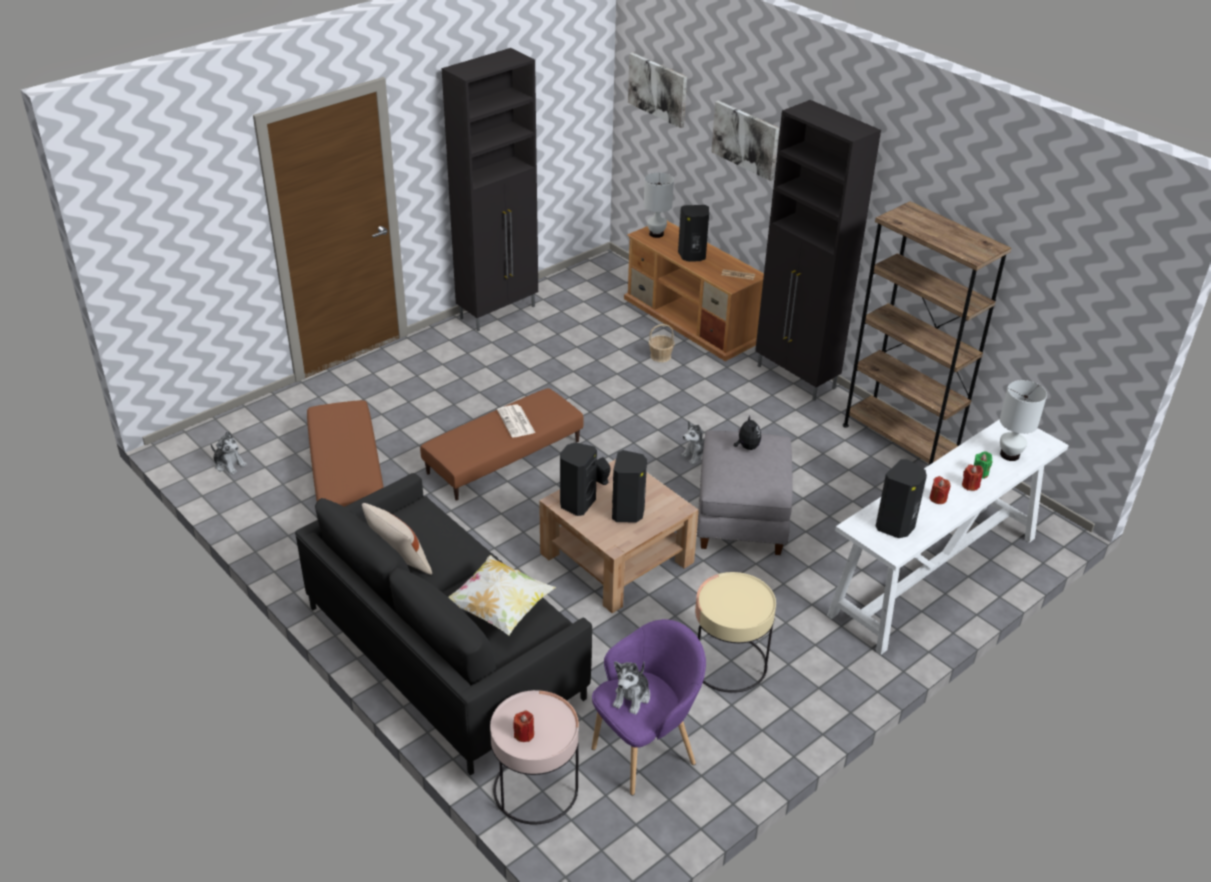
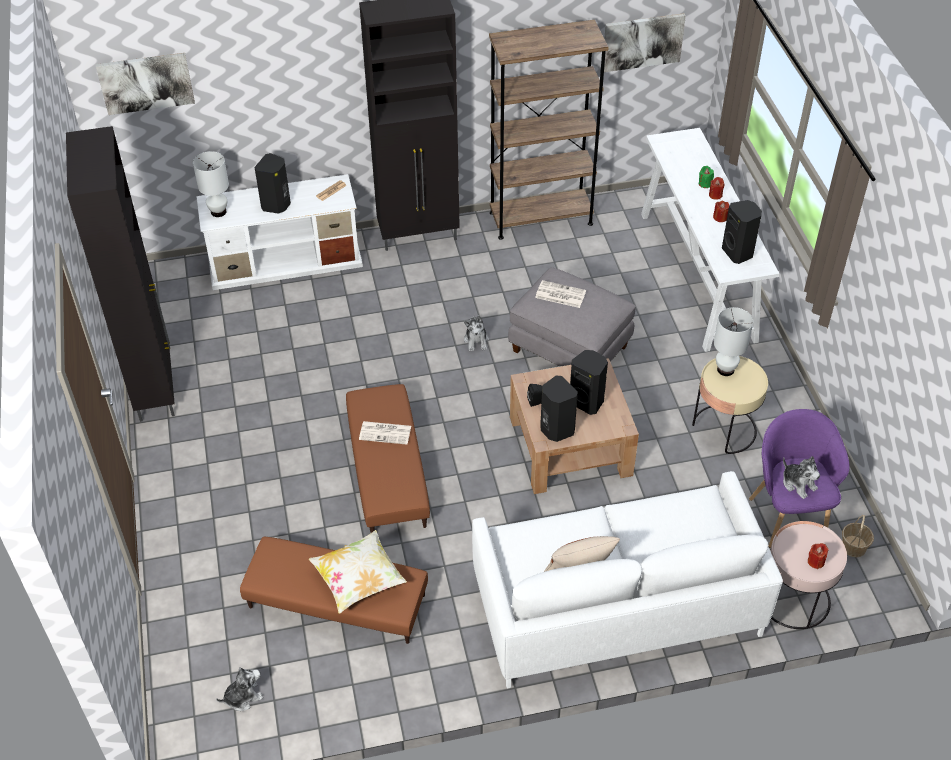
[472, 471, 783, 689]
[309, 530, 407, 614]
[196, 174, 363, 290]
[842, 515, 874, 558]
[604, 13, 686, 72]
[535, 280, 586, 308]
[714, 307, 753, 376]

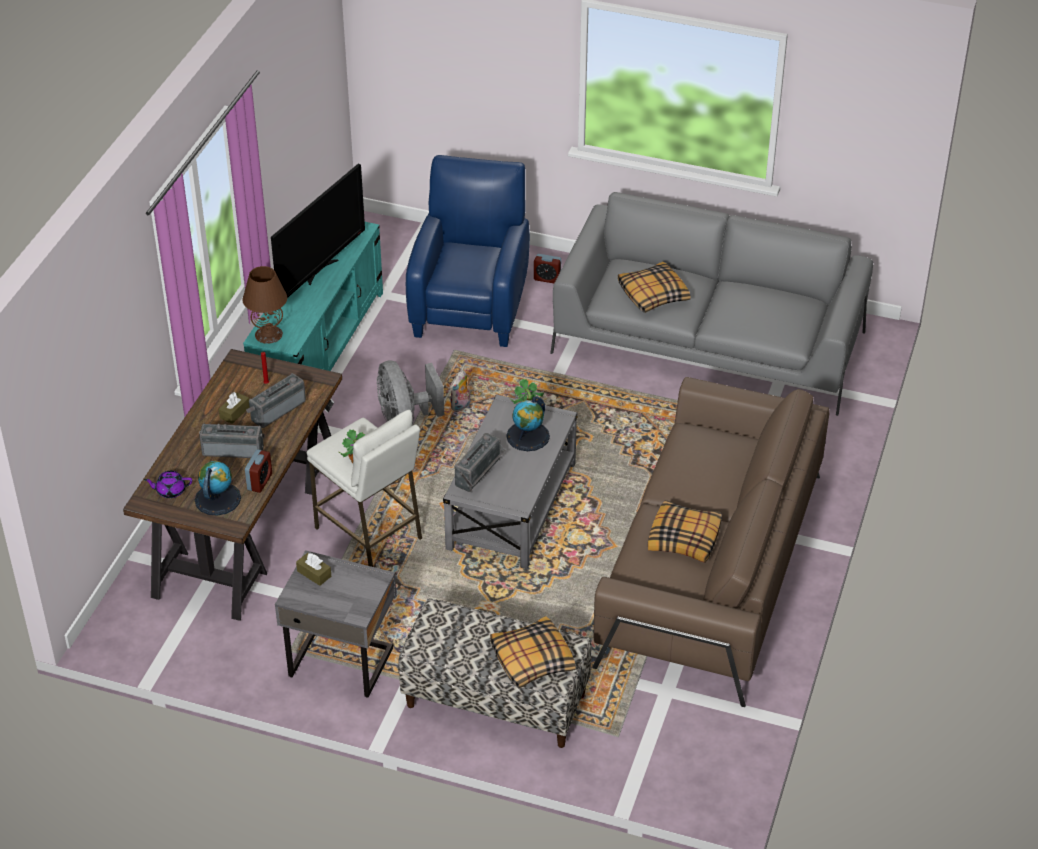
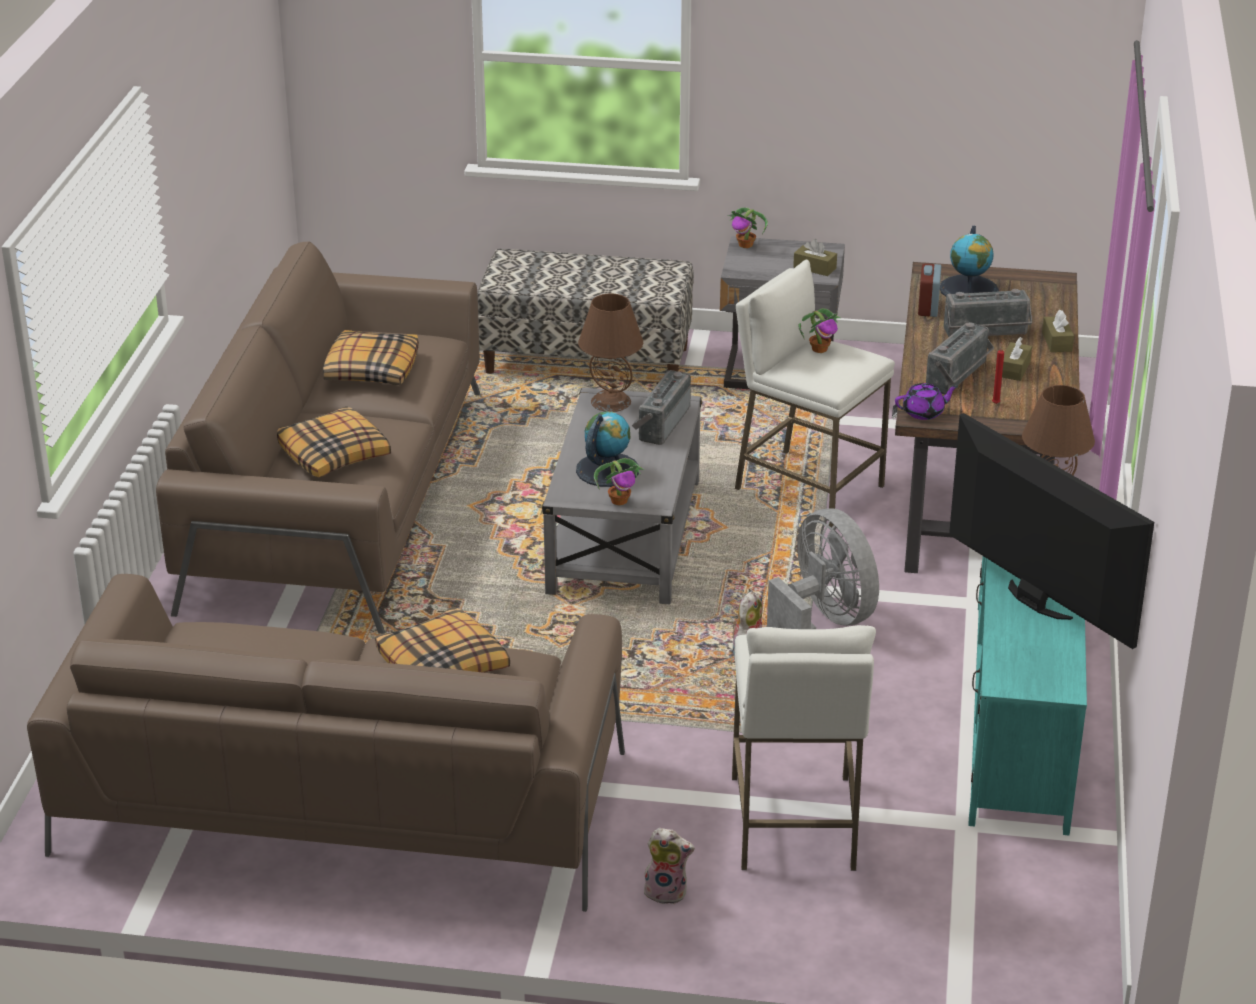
[895, 383, 958, 420]
[949, 413, 1154, 649]
[732, 625, 876, 871]
[277, 406, 391, 478]
[642, 828, 695, 904]
[27, 574, 625, 912]
[578, 294, 643, 412]
[728, 207, 768, 248]
[1042, 310, 1074, 352]

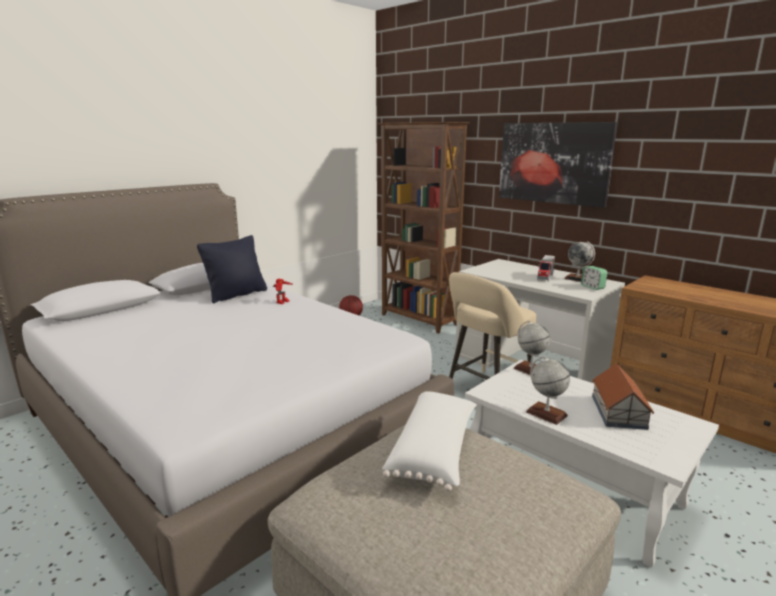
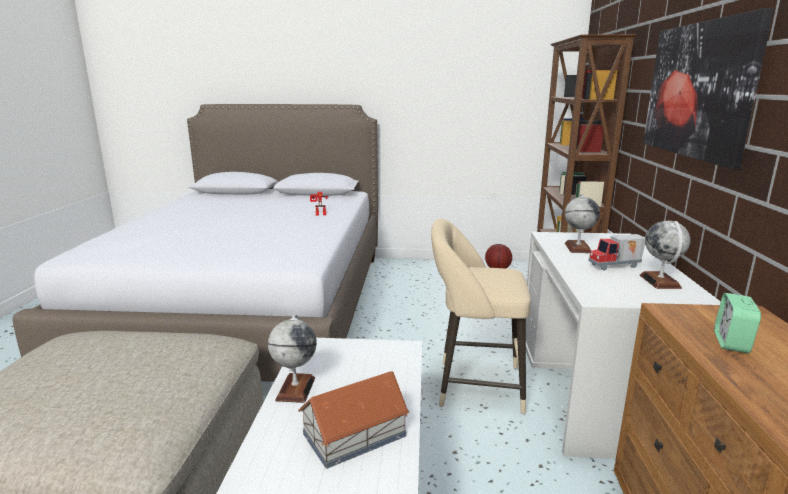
[197, 235, 267, 303] (first image)
[382, 391, 477, 492] (first image)
[565, 194, 600, 253]
[714, 293, 761, 353]

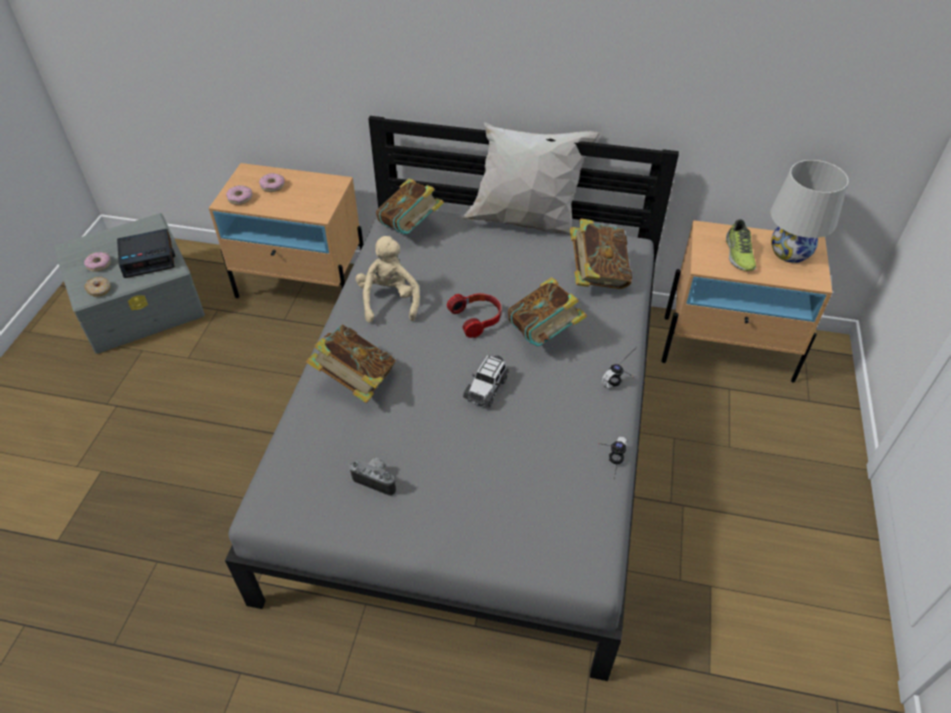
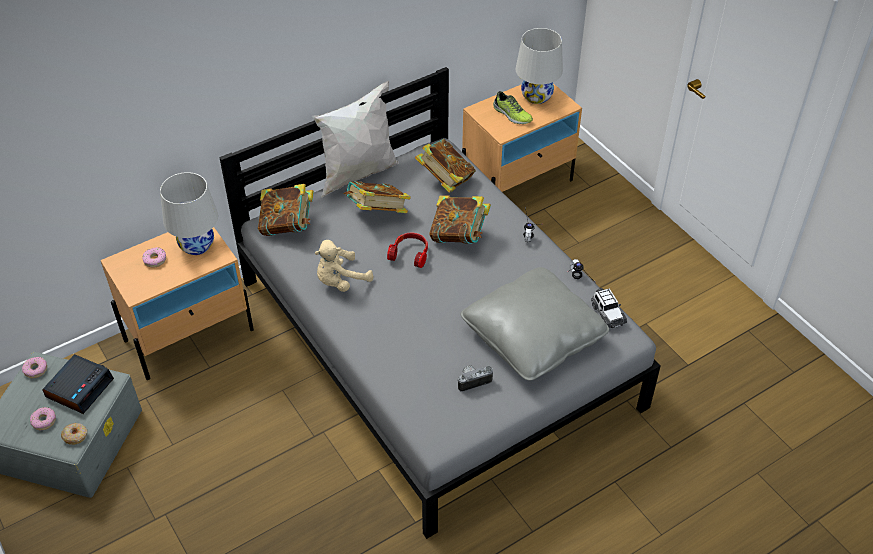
[22, 357, 47, 378]
[344, 181, 411, 213]
[314, 240, 373, 292]
[591, 288, 627, 328]
[160, 172, 218, 255]
[461, 267, 609, 381]

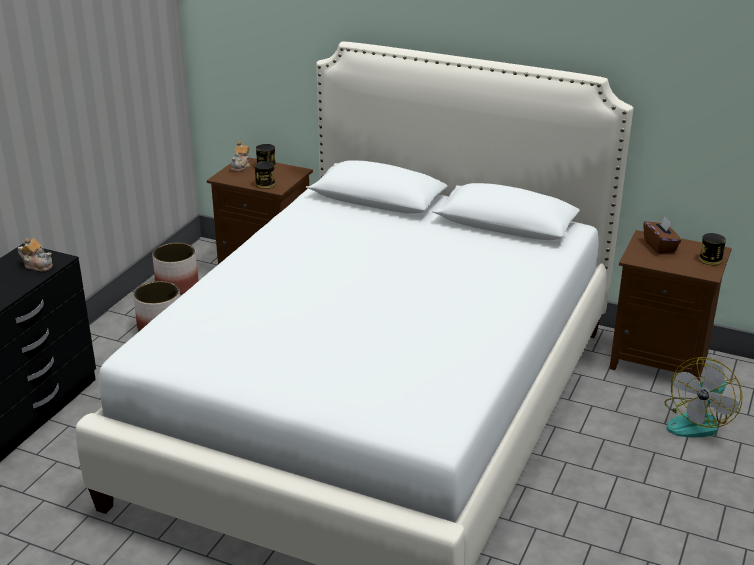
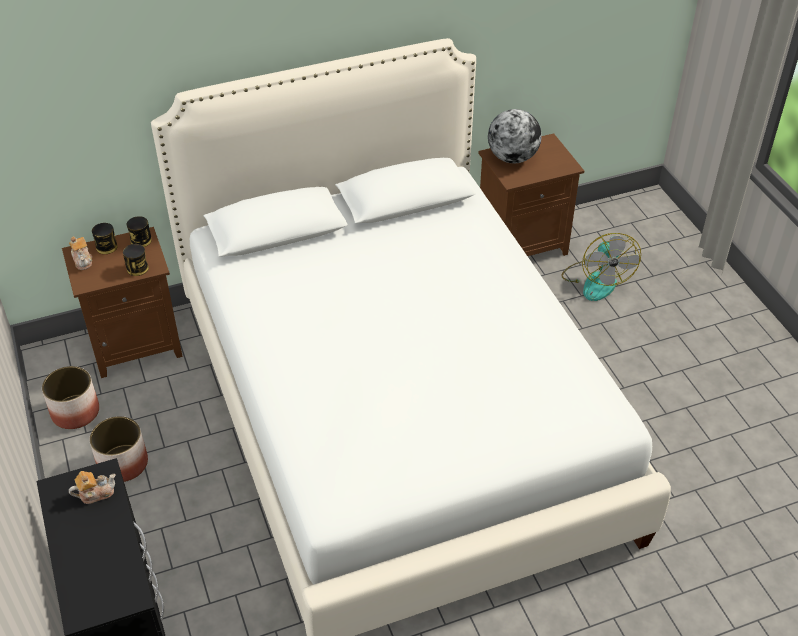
[488, 109, 542, 163]
[127, 216, 152, 247]

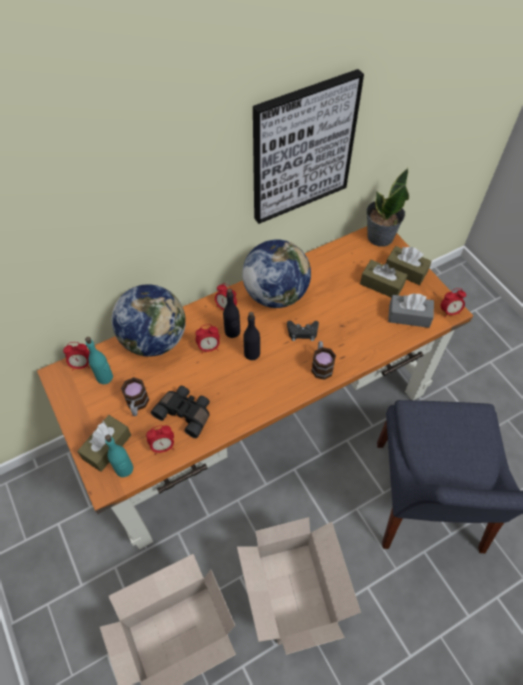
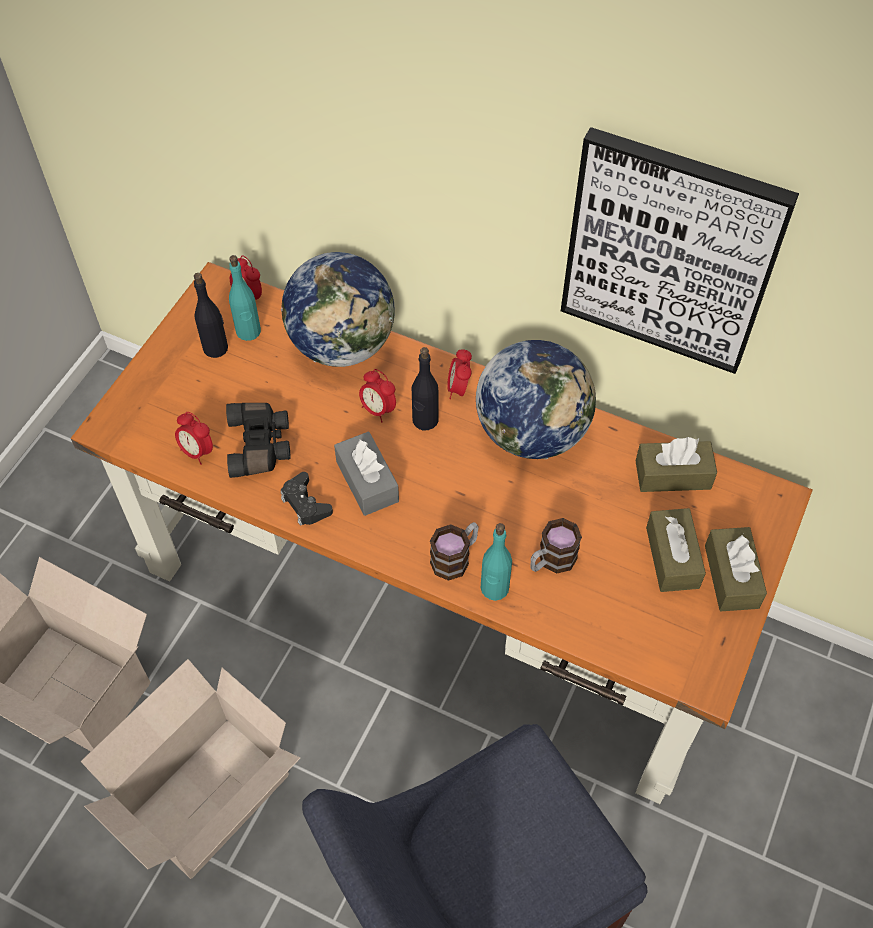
[636, 437, 717, 492]
[481, 523, 512, 601]
[530, 518, 582, 574]
[194, 273, 228, 358]
[280, 472, 333, 526]
[366, 168, 409, 247] (first image)
[334, 431, 399, 516]
[441, 288, 466, 316] (first image)

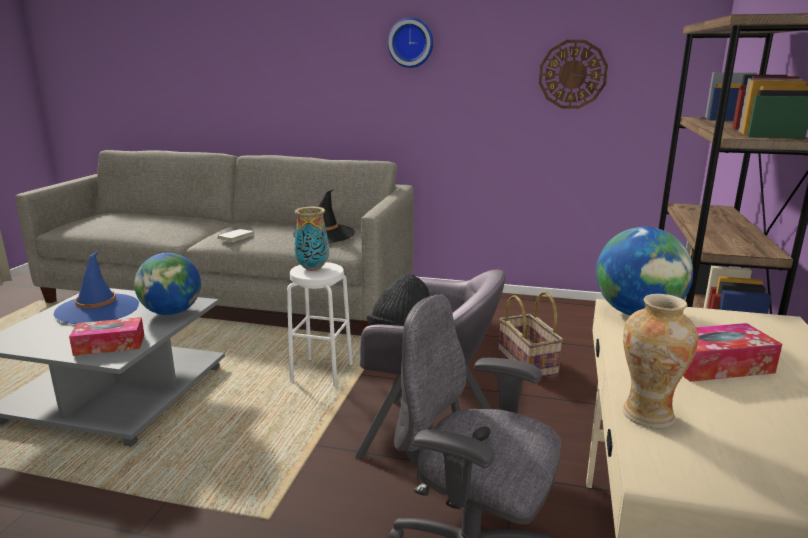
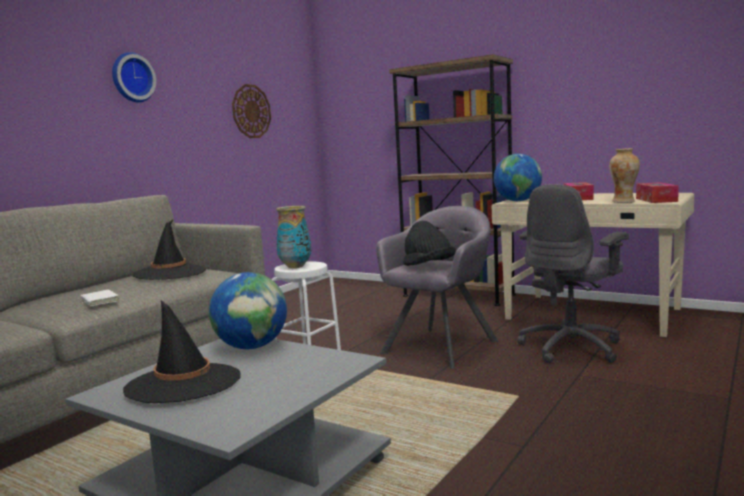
[123, 300, 241, 403]
[636, 182, 679, 203]
[499, 291, 563, 377] (first image)

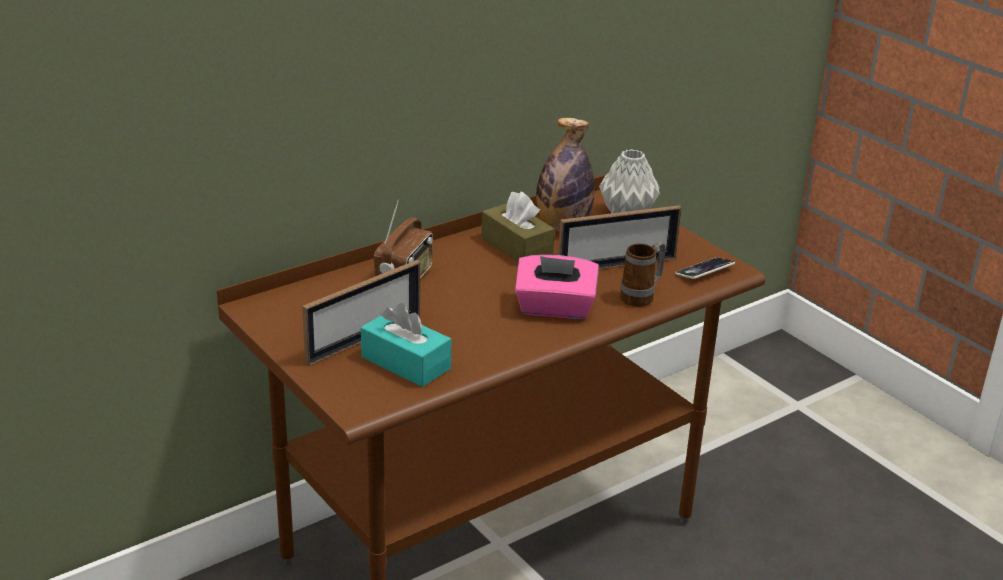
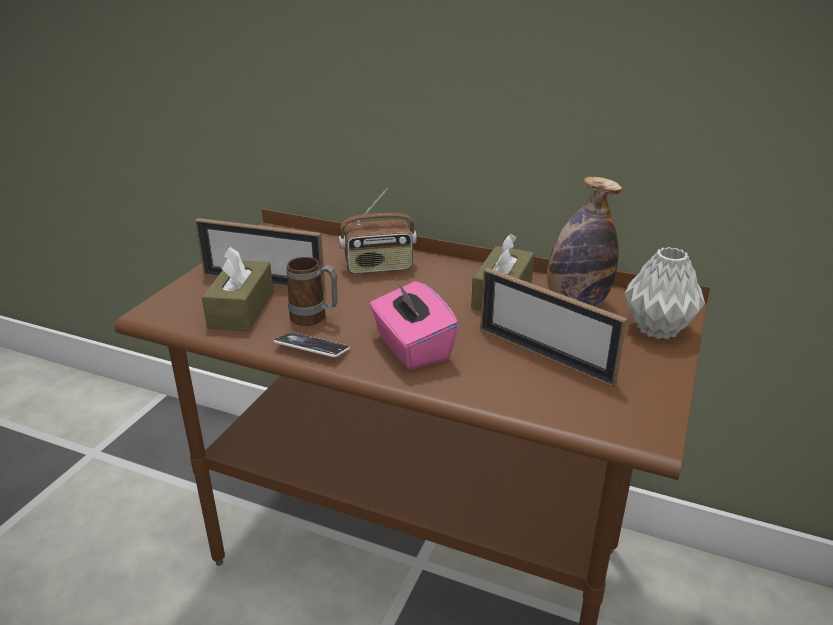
[202, 247, 273, 331]
[286, 257, 338, 326]
[274, 332, 350, 357]

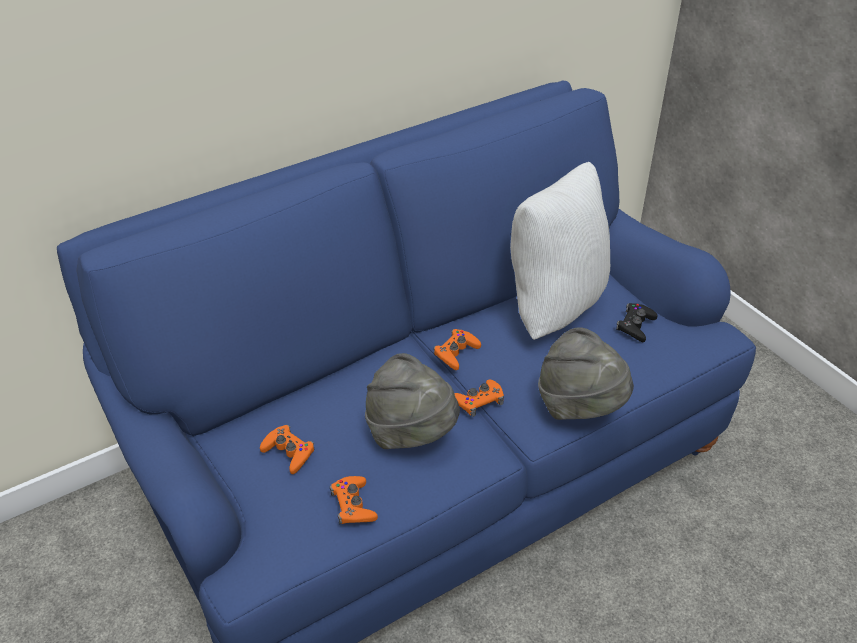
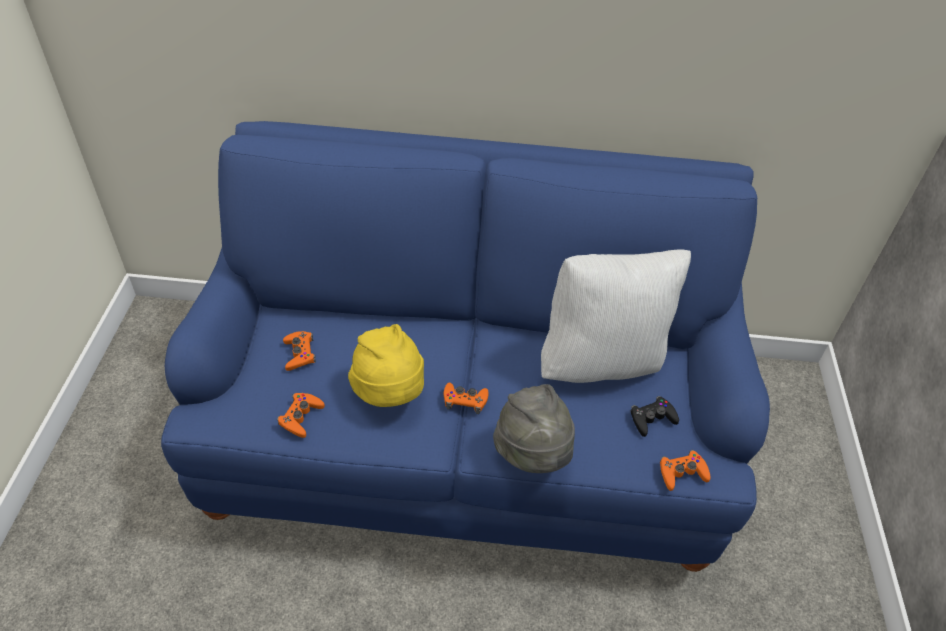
[348, 324, 424, 407]
[660, 450, 711, 491]

